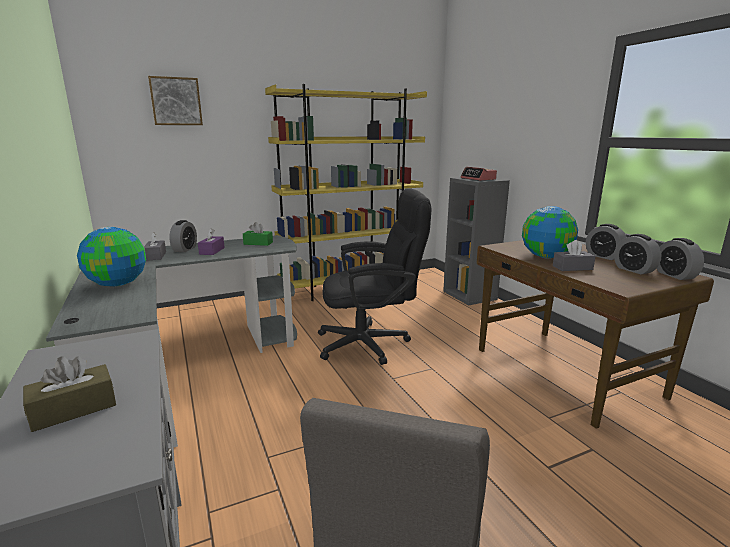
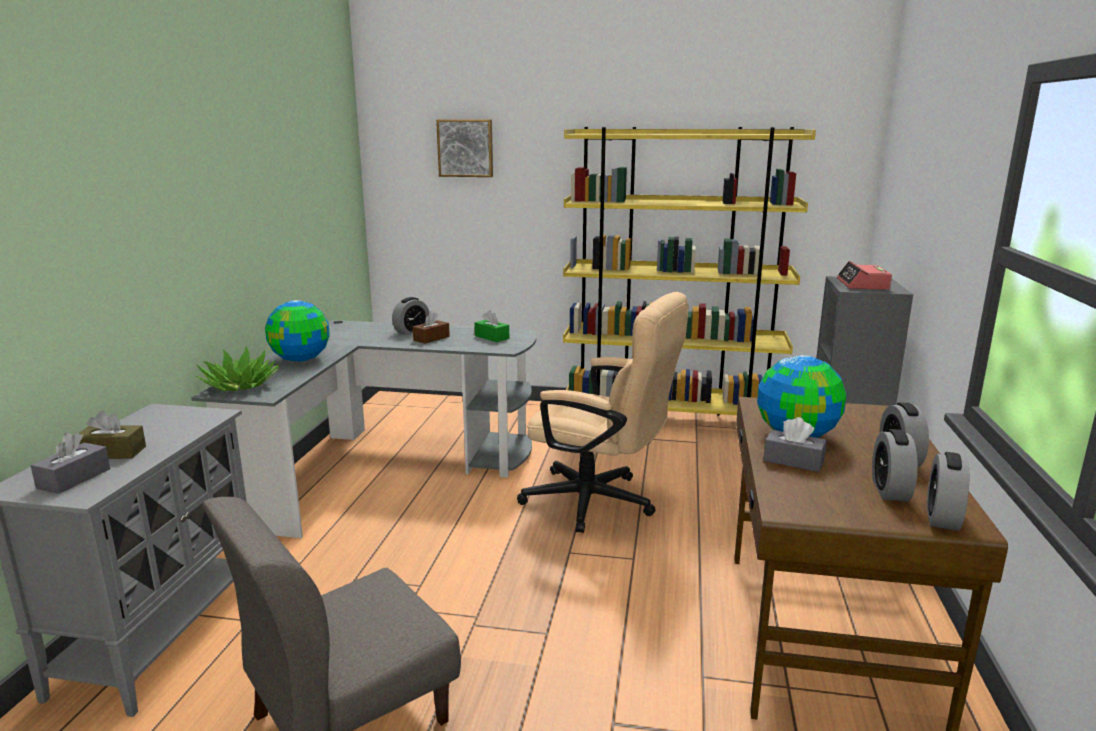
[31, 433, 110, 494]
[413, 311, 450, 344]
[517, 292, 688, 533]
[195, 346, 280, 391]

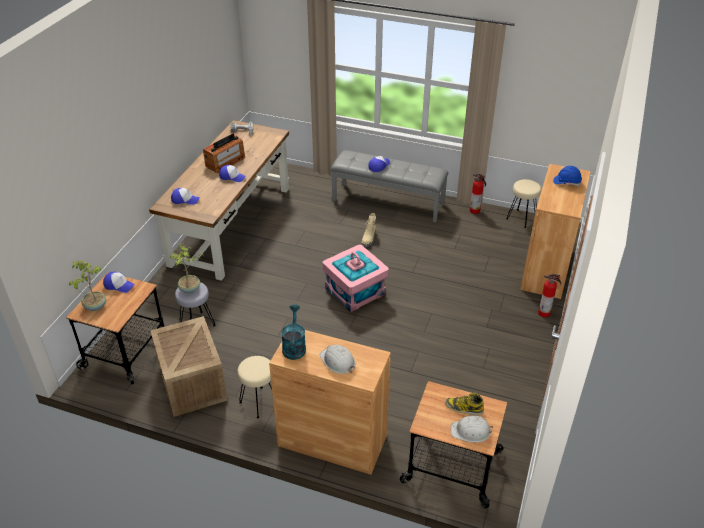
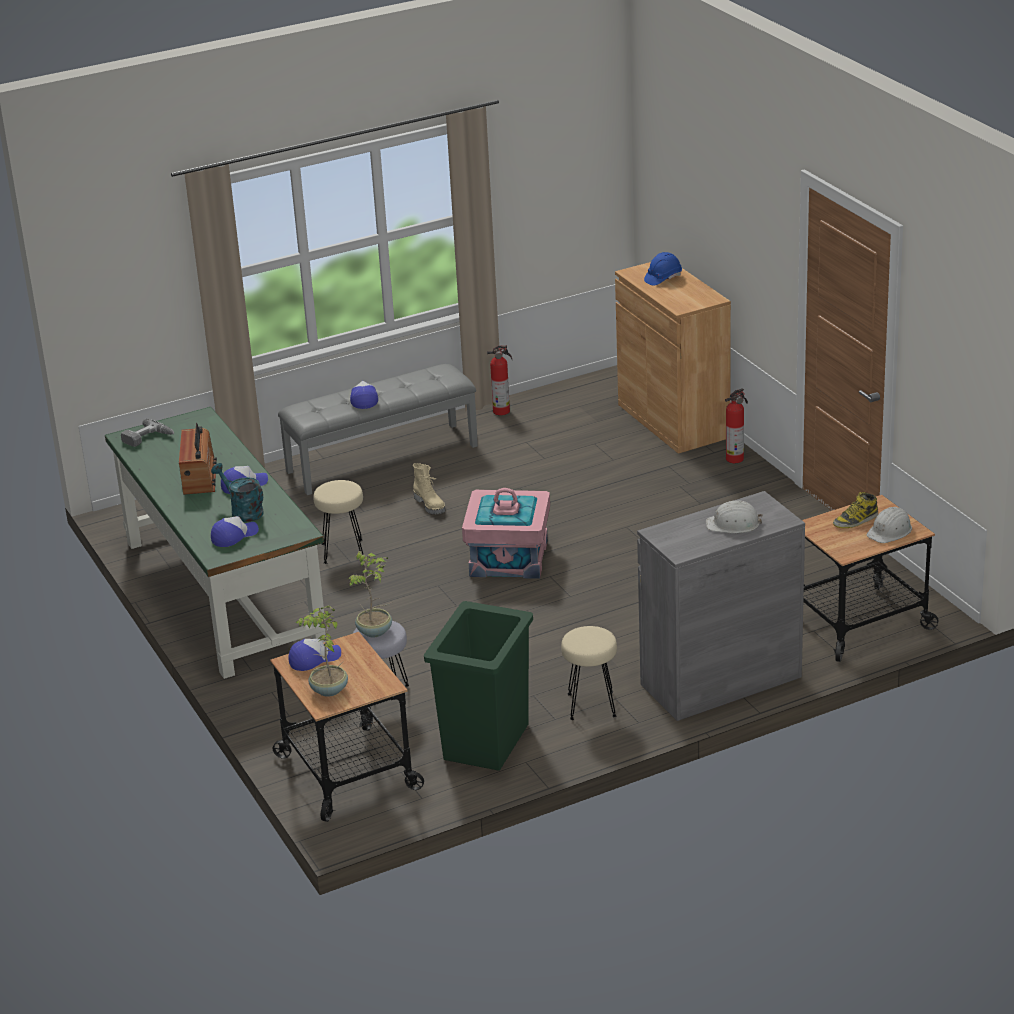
[105, 407, 328, 679]
[424, 601, 533, 771]
[637, 491, 805, 721]
[211, 463, 263, 522]
[313, 480, 364, 564]

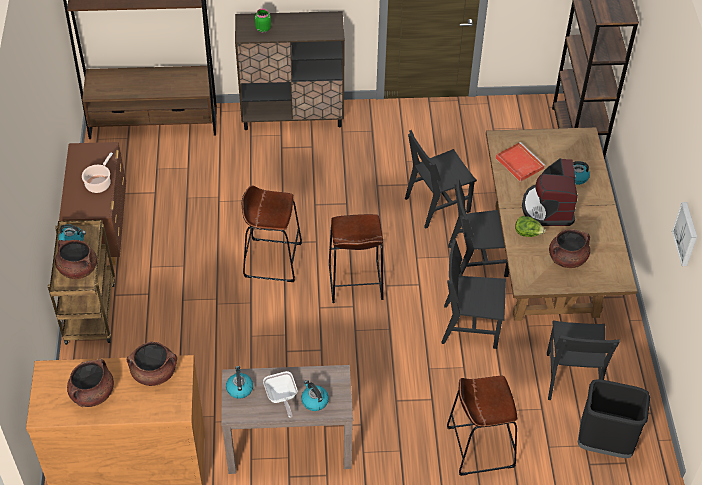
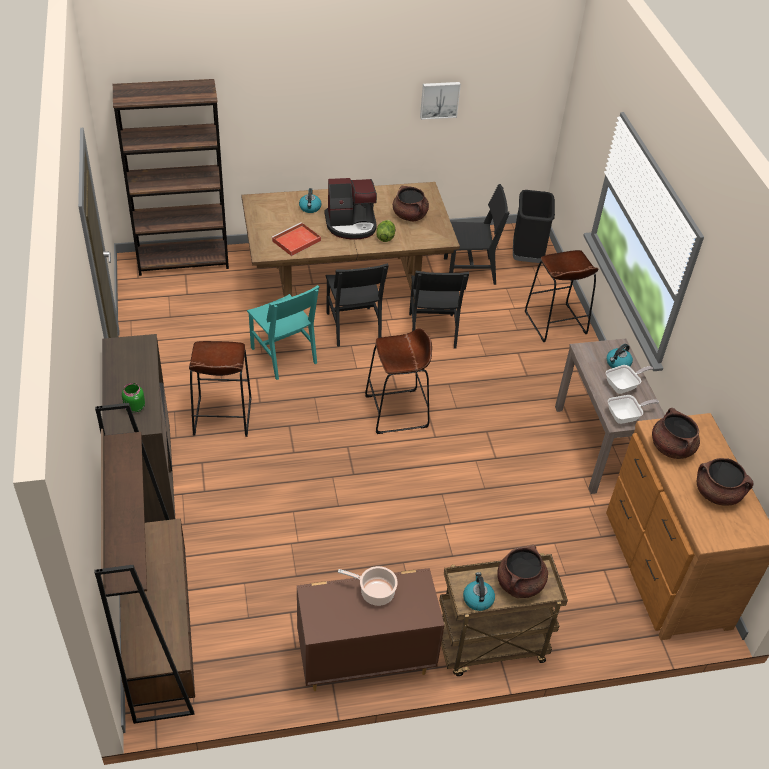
[608, 395, 659, 424]
[189, 341, 251, 437]
[247, 285, 319, 380]

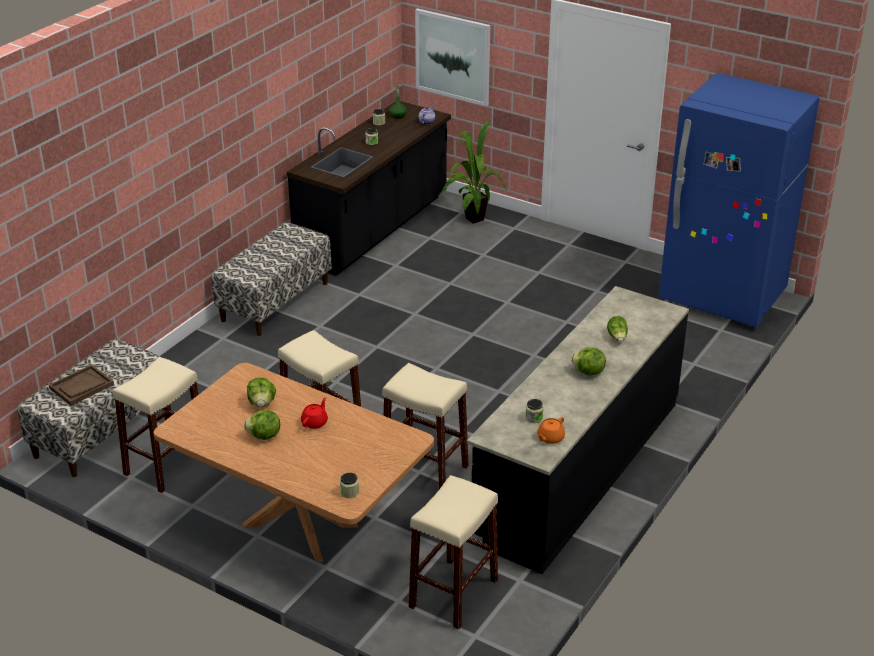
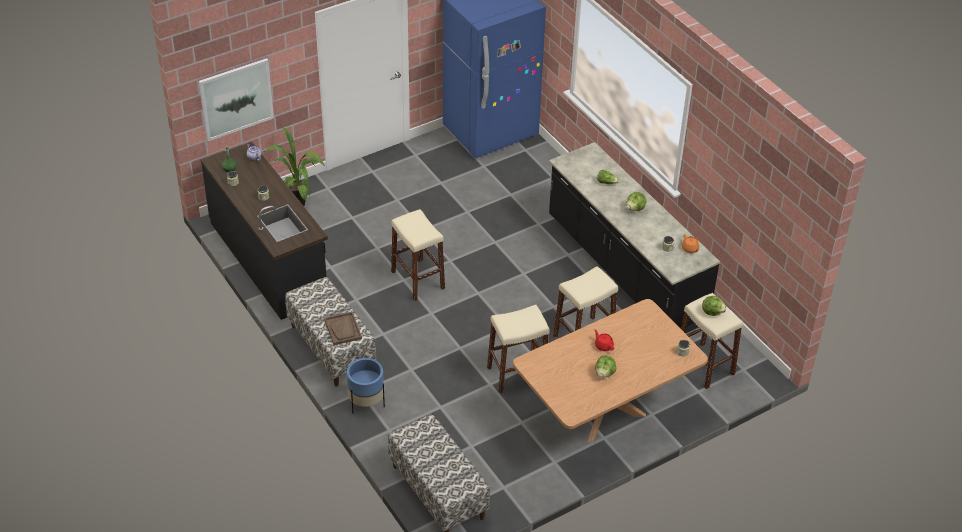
[324, 311, 362, 345]
[391, 209, 445, 301]
[702, 296, 727, 316]
[347, 358, 385, 414]

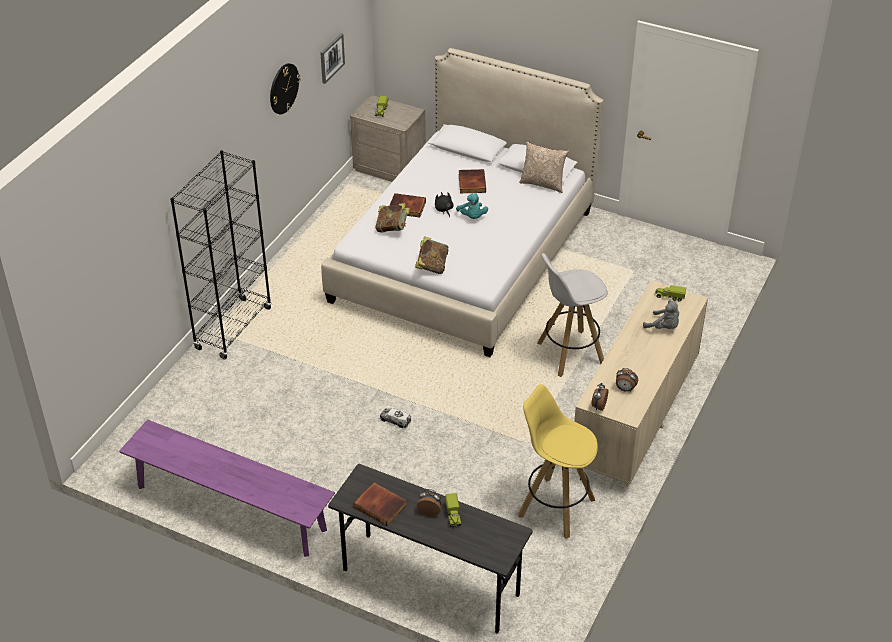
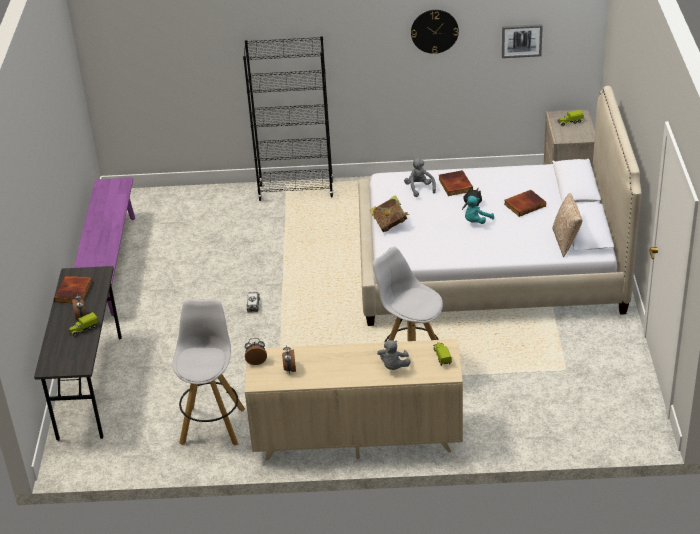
[404, 158, 436, 197]
[172, 299, 245, 446]

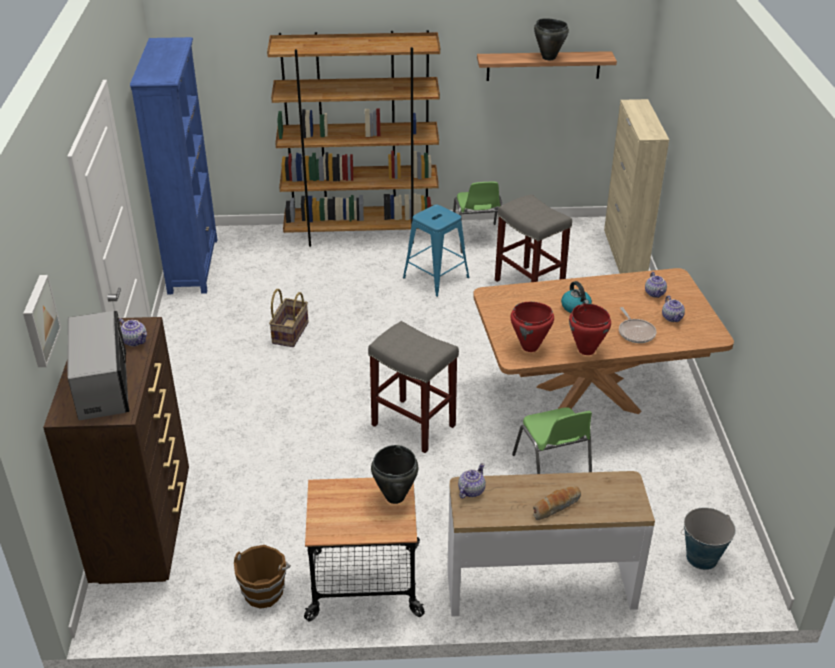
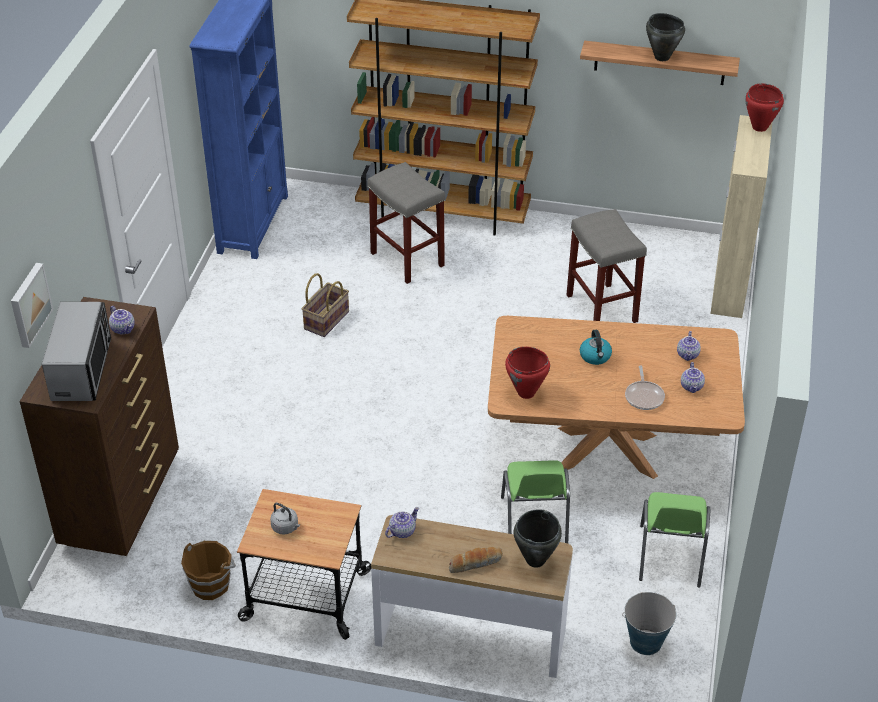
[367, 162, 445, 284]
[513, 509, 562, 568]
[403, 205, 469, 297] (first image)
[639, 492, 710, 588]
[745, 83, 784, 132]
[270, 503, 300, 535]

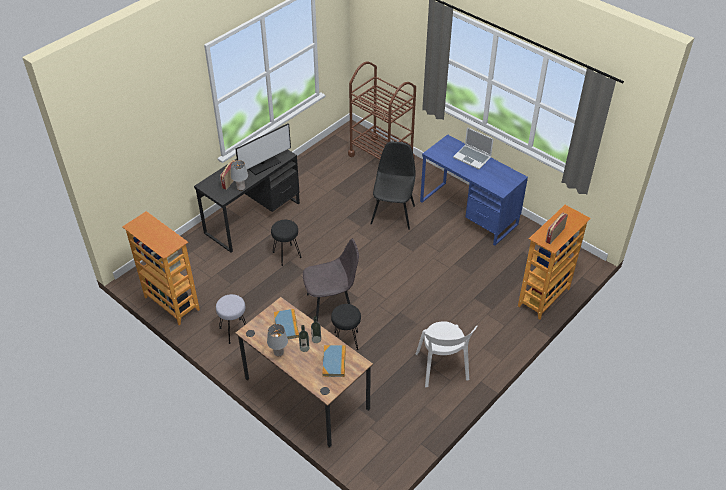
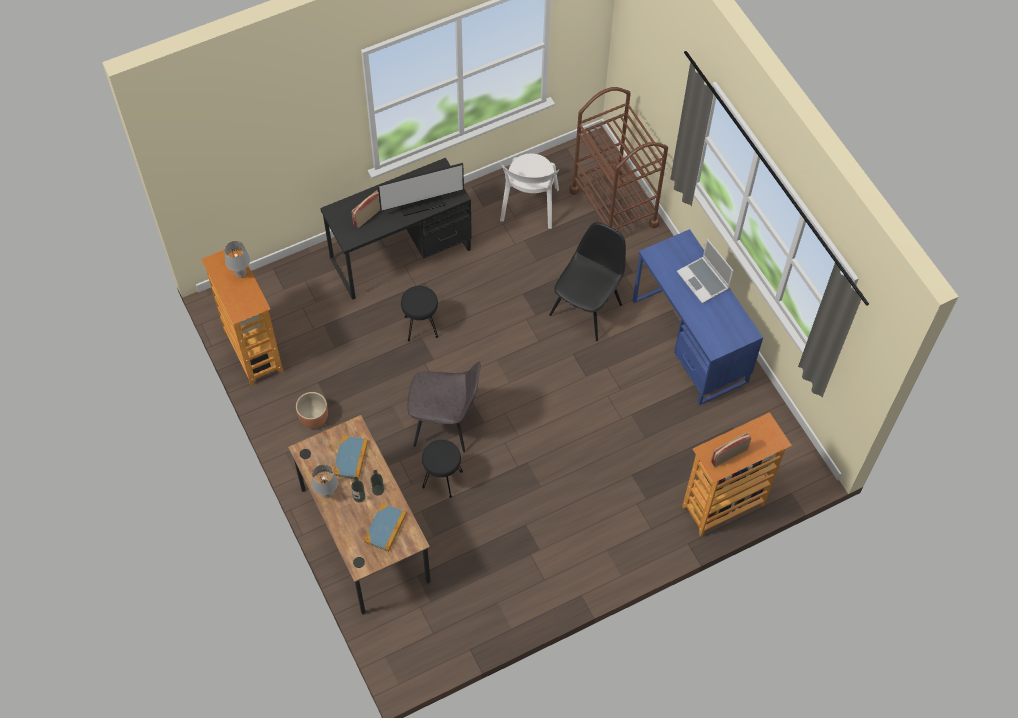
[296, 392, 328, 428]
[225, 241, 250, 278]
[499, 153, 559, 229]

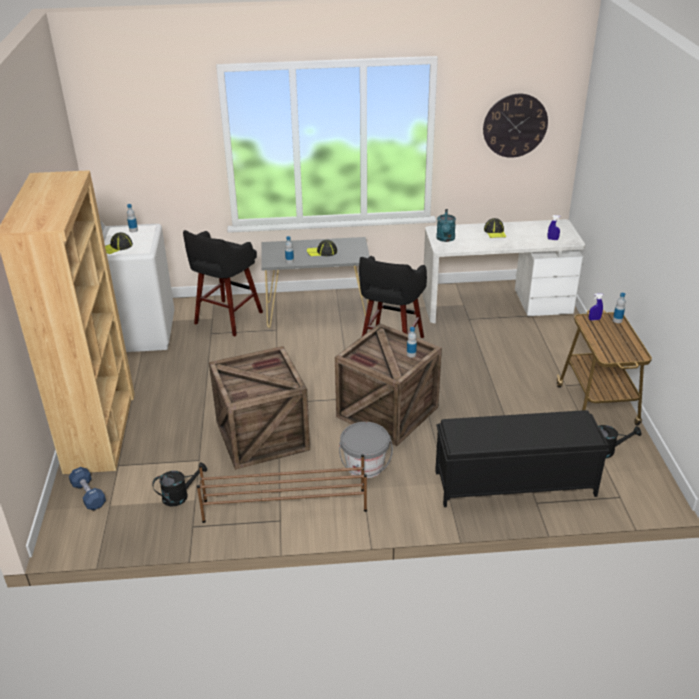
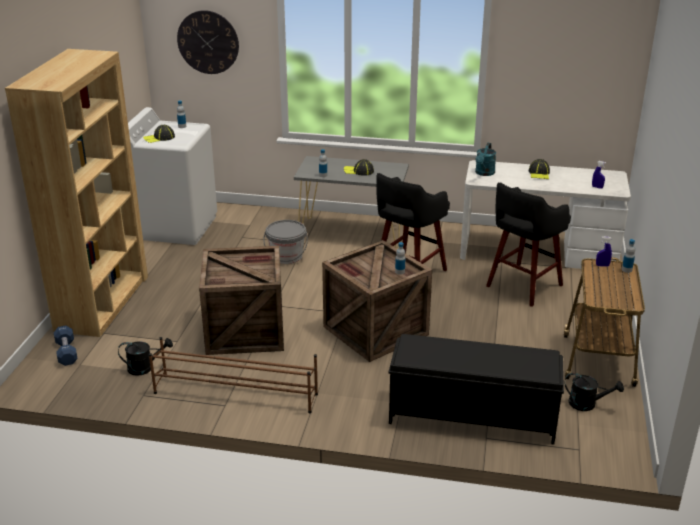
[486, 182, 571, 307]
[264, 220, 308, 264]
[177, 10, 239, 74]

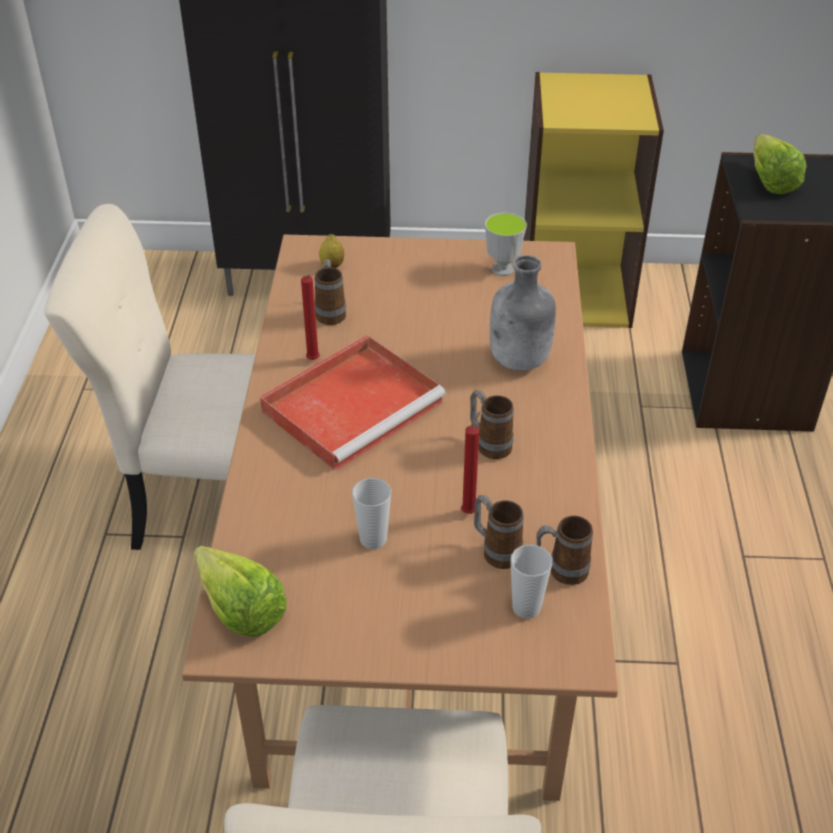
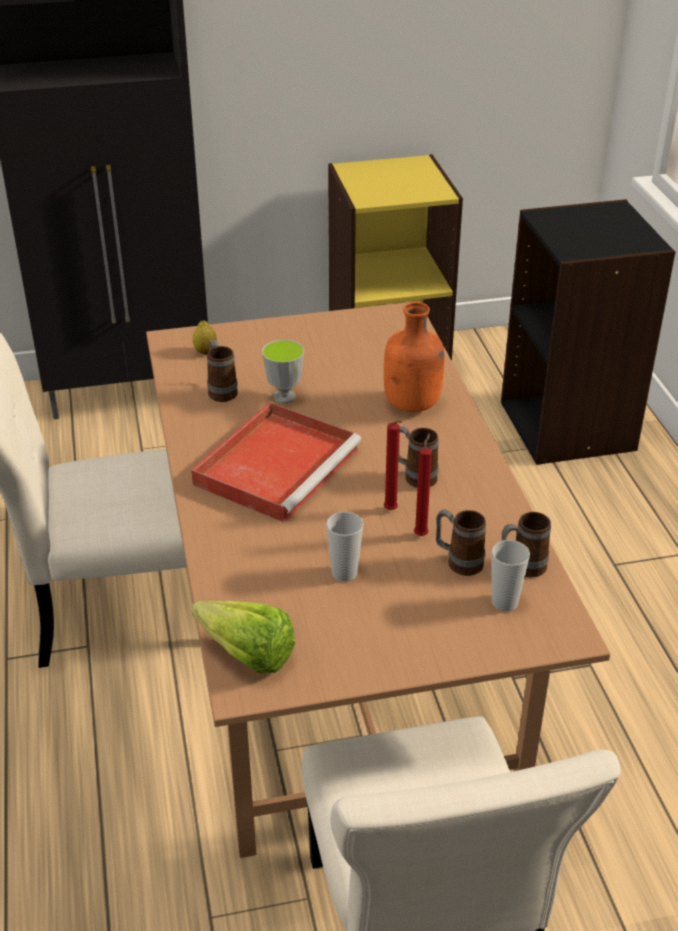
[384, 421, 402, 510]
[262, 340, 304, 403]
[384, 302, 444, 412]
[753, 134, 807, 194] (first image)

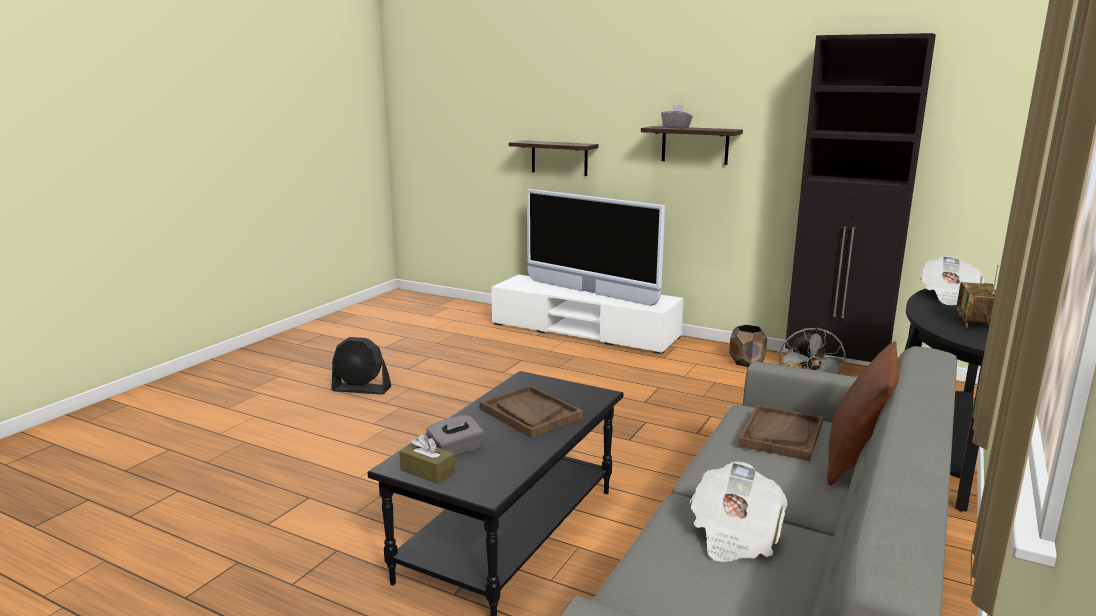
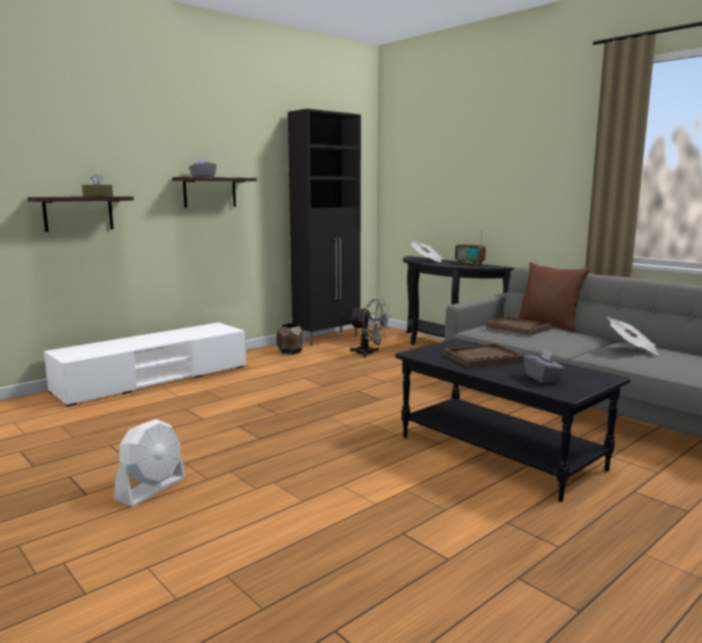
[114, 419, 186, 507]
[82, 174, 113, 197]
[527, 189, 665, 306] (first image)

